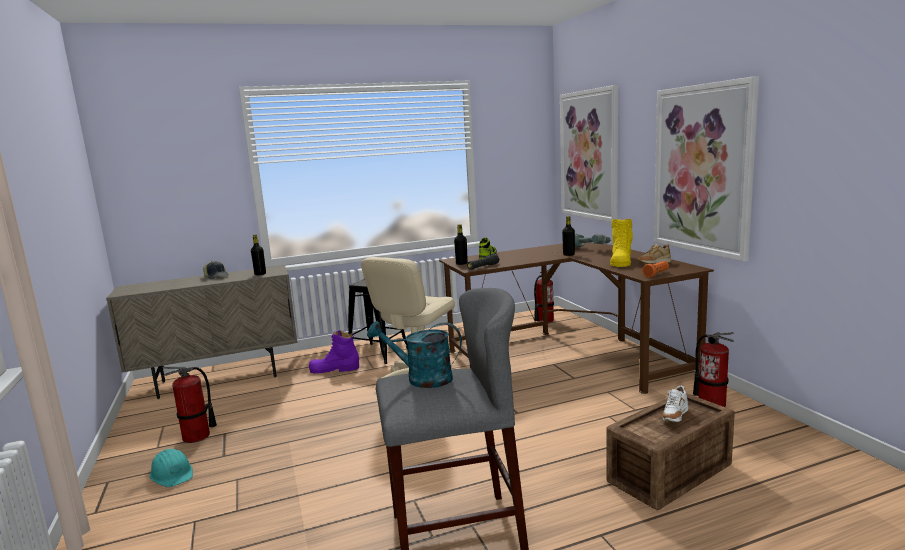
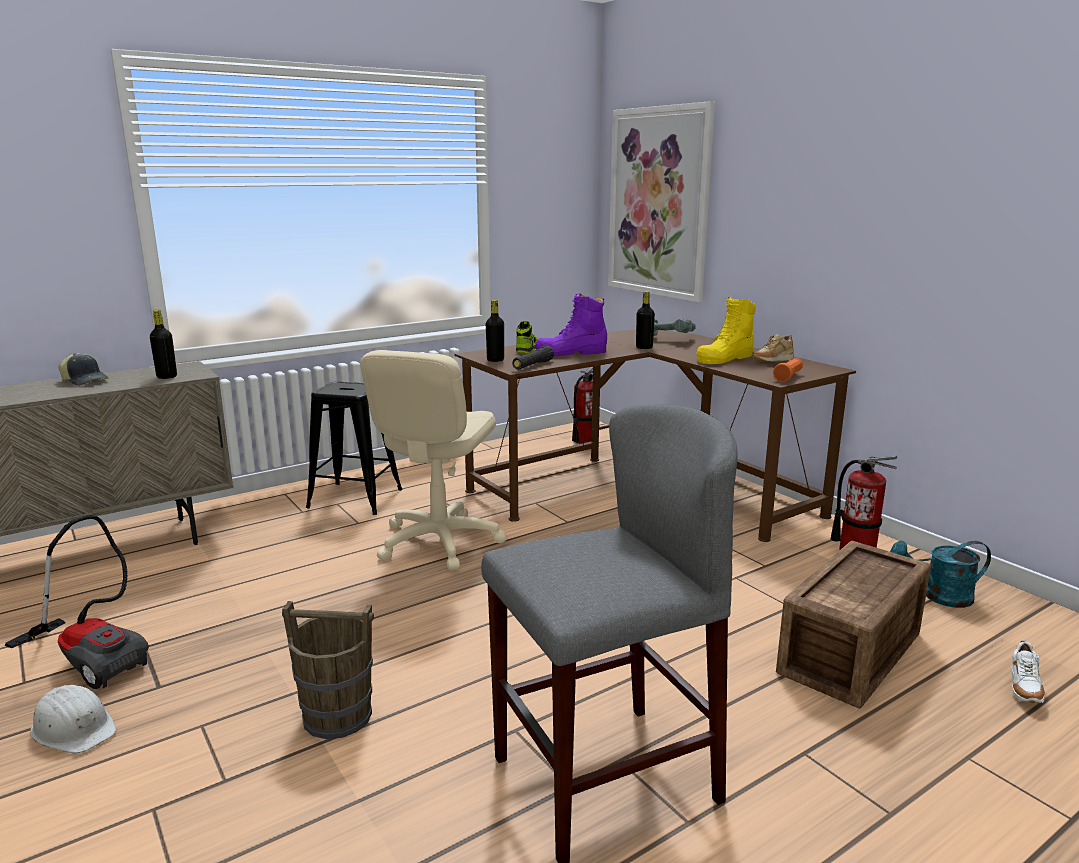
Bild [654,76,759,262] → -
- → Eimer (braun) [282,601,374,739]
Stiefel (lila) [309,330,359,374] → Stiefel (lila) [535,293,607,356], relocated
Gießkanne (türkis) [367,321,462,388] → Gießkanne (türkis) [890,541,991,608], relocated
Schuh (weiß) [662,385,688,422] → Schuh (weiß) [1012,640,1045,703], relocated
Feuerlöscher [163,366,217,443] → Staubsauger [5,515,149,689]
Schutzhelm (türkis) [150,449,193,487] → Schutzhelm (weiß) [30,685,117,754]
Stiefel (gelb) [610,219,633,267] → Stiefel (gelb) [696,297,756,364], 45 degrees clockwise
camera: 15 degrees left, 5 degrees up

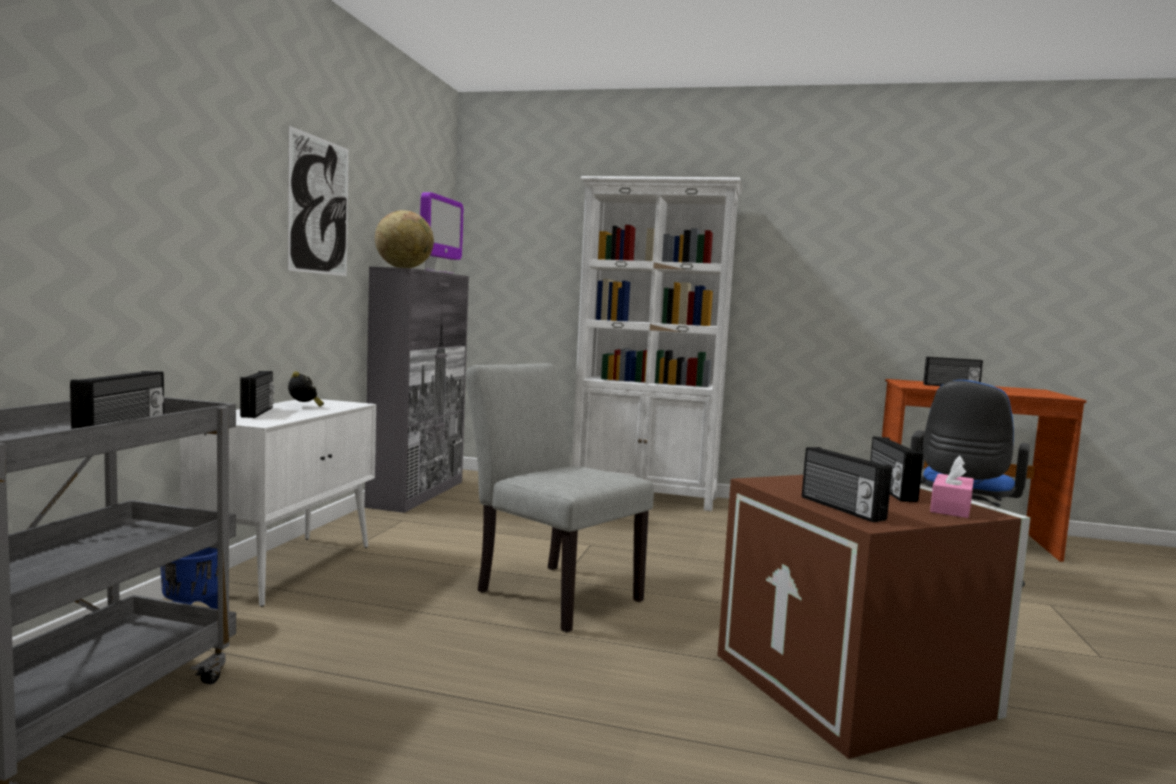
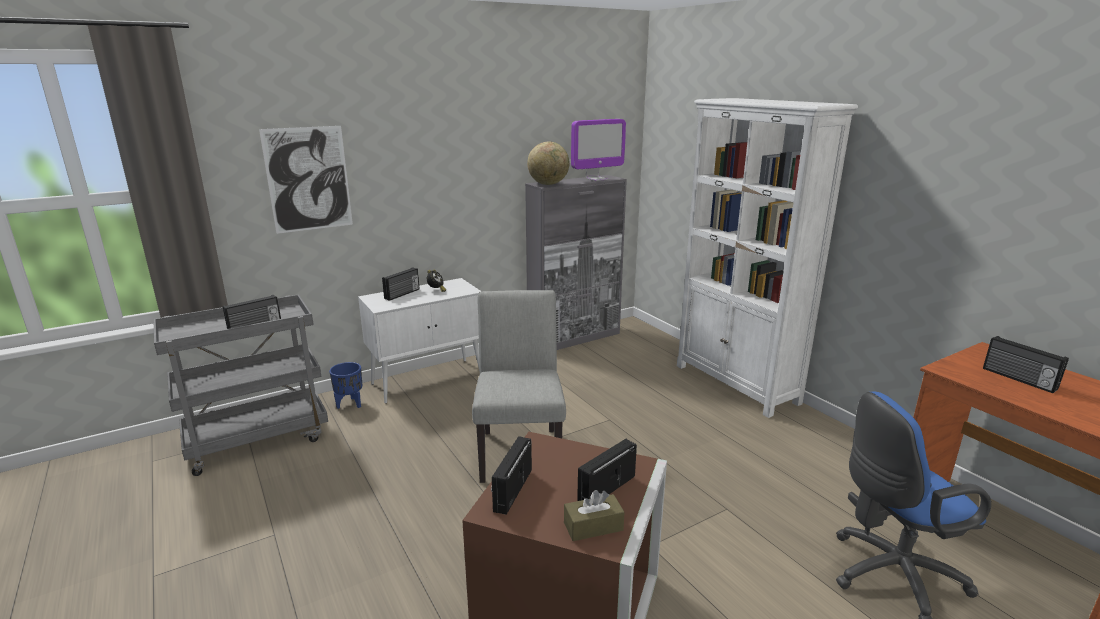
Bild [288,126,349,276] → Bild [259,126,353,234], relocated
Taschentuchbox (rosa) [930,455,974,518] → Taschentuchbox (braun) [564,490,624,541]
camera: 45 degrees right, 15 degrees up

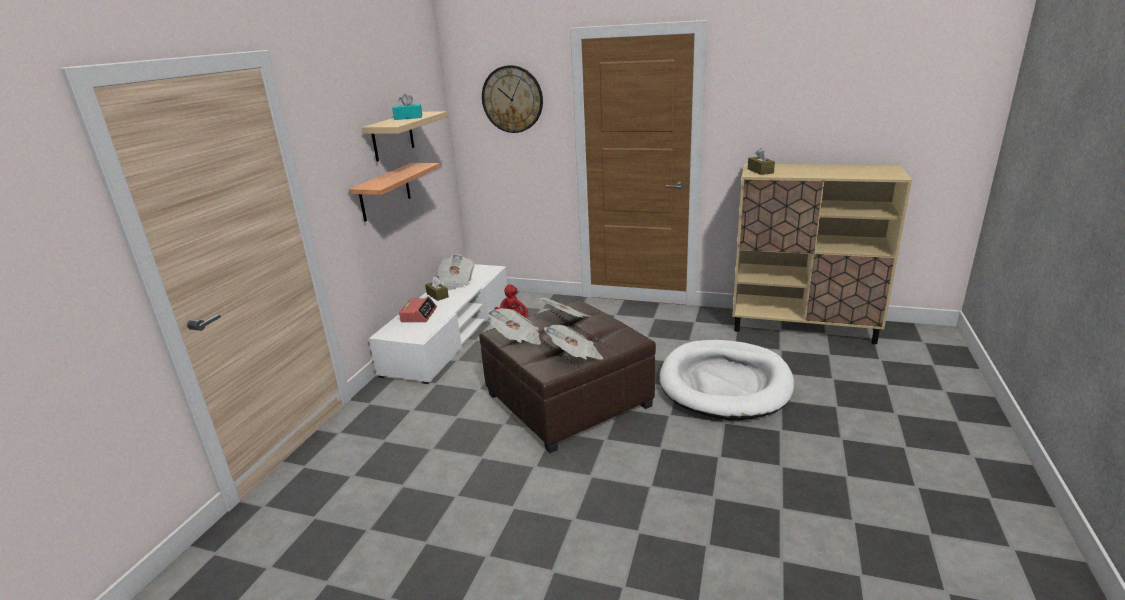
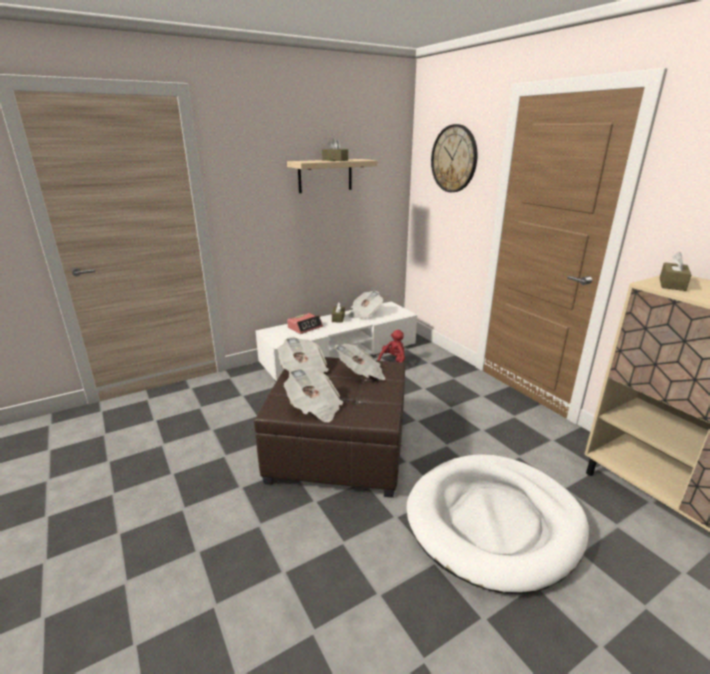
Wandregal [349,163,440,222] → -
Taschentuchbox (türkis) [392,94,422,120] → Taschentuchbox (braun) [322,138,348,161]
camera: 40 degrees right, 0 degrees up

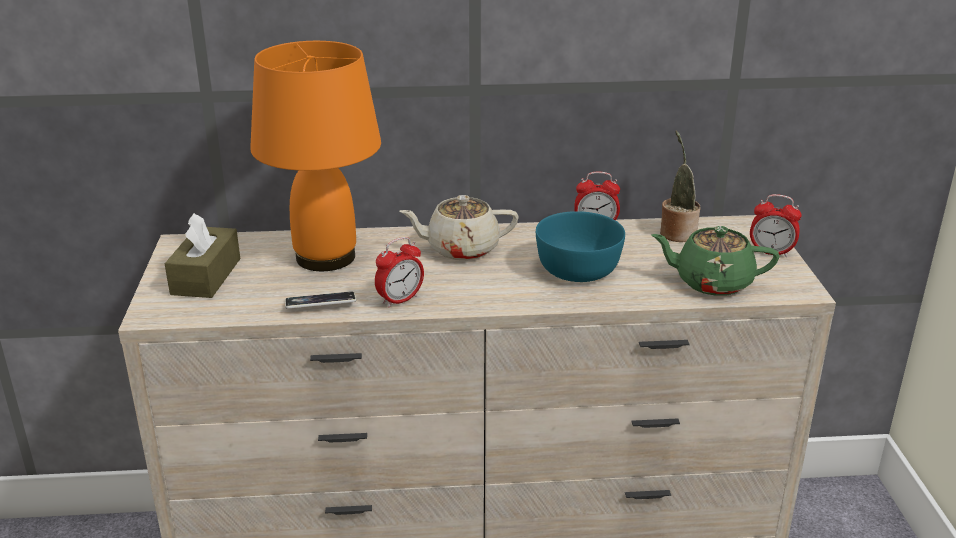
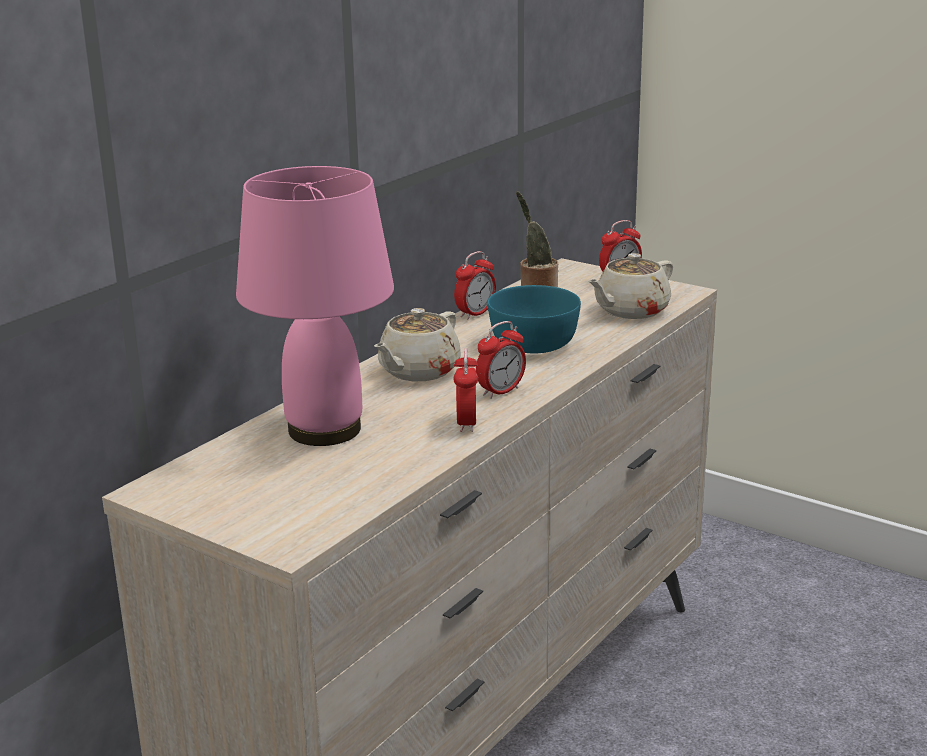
Taschentuchbox (braun) [165,213,240,298] → -
Handy [285,291,356,309] → -
- → Wecker [476,321,526,399]
Tischlampe (orange) [250,41,381,271] → Tischlampe (rosa) [236,166,394,446]
Teekanne (grün) [651,226,779,296] → Teekanne (beige) [588,253,673,319]
camera: 50 degrees left, 5 degrees down

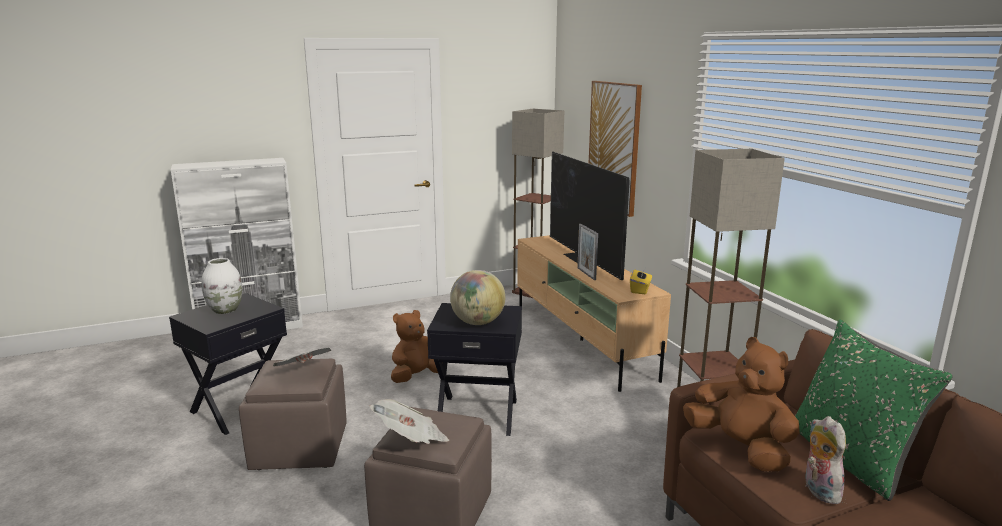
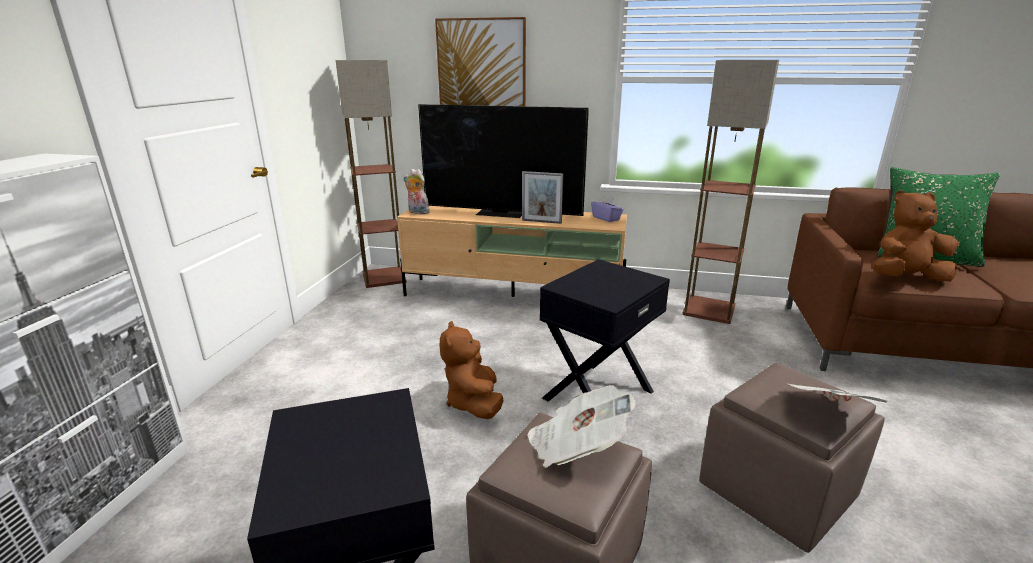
Vase (weiß) [201,258,242,314] → -
Globus [450,270,505,325] → -
Plüschtier [805,416,846,504] → Plüschtier [403,169,431,214], relocated
Taschentuchbox (gelb) [630,267,652,294] → Taschentuchbox (lila) [591,195,624,222]
camera: 55 degrees left, 5 degrees up

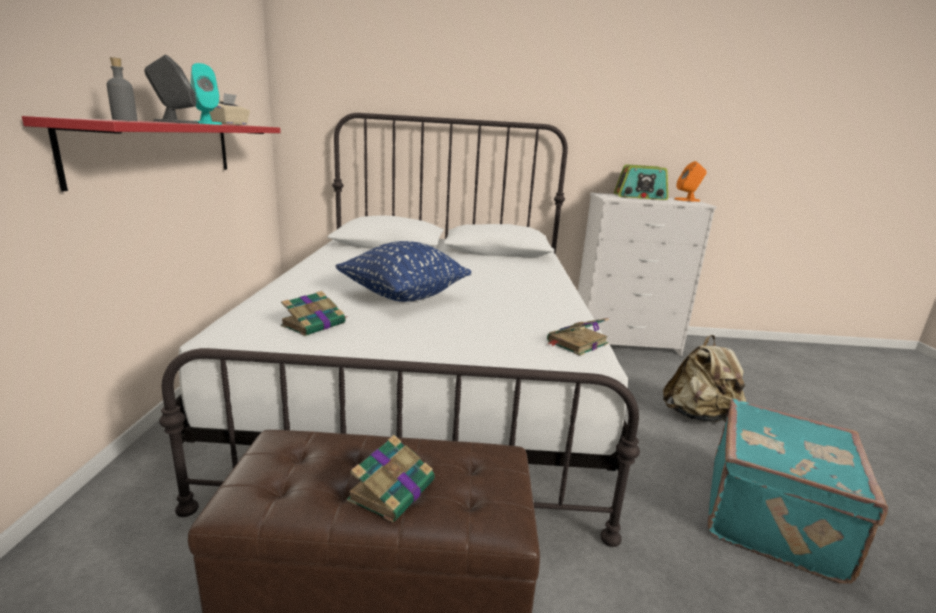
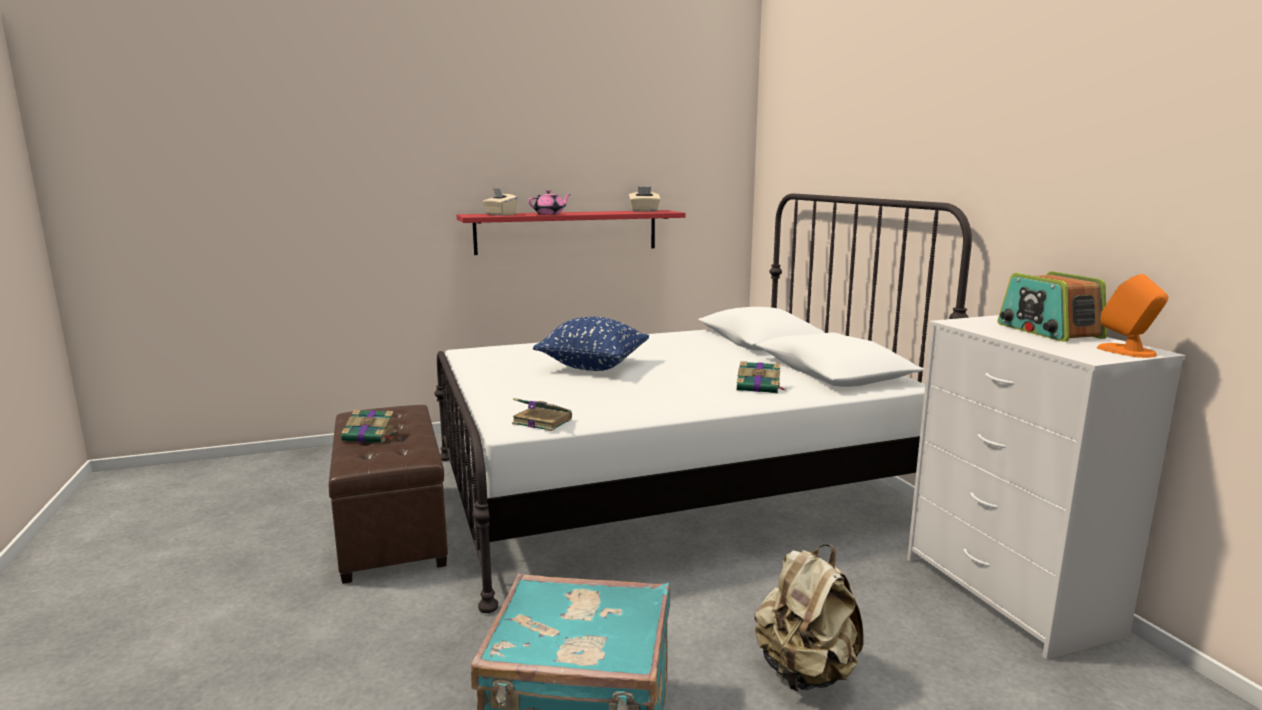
Lautsprecher (türkis) [191,63,222,125] → -
Buch [281,291,346,336] → Buch [736,361,786,393], relocated
Flasche (grau) [106,57,137,121] → Taschentuchbox (beige) [483,188,518,216]
Lautsprecher (grau) [144,55,199,124] → Teekanne (rosa) [528,190,570,214]
camera: 70 degrees right, 5 degrees down

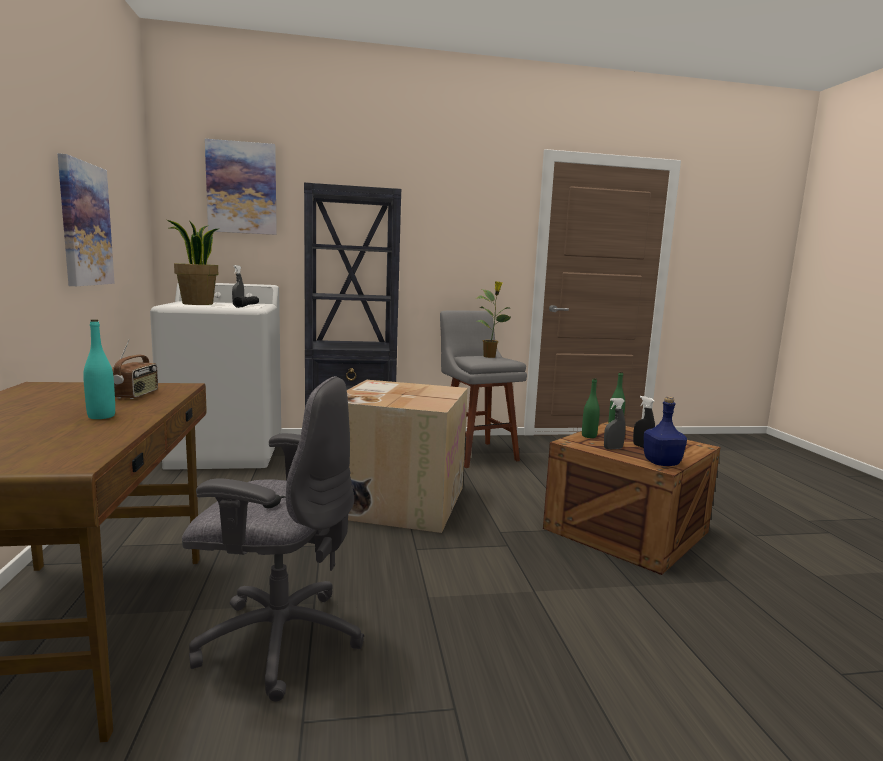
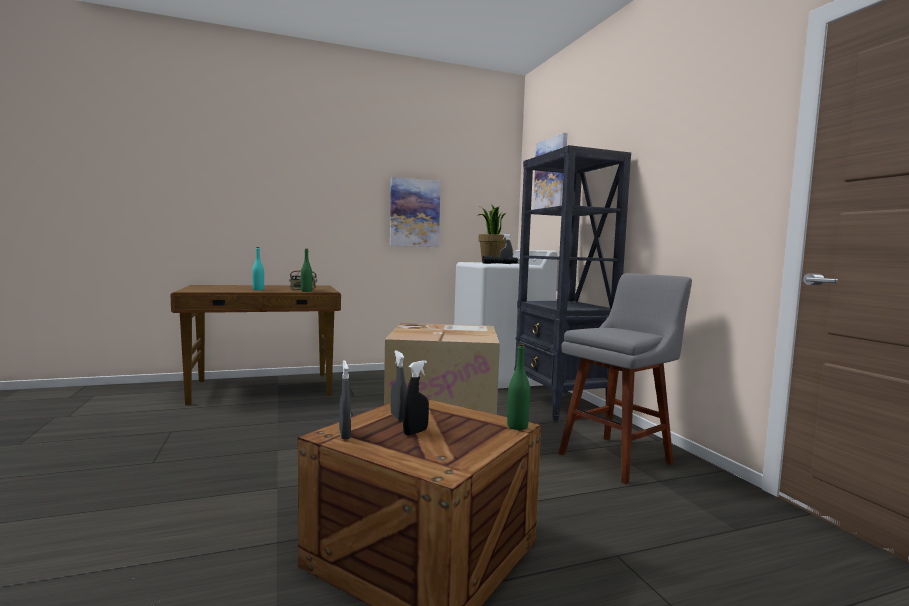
Bürostuhl (grau) [182,376,364,702] → -
Topfpflanze [477,281,511,358] → -
Flasche (grün) [582,378,600,438] → Flasche (grün) [301,249,312,292], relocated
Flasche (blau) [644,396,687,466] → Sprühflasche (grau) [339,360,351,440]
camera: 80 degrees right, 5 degrees down

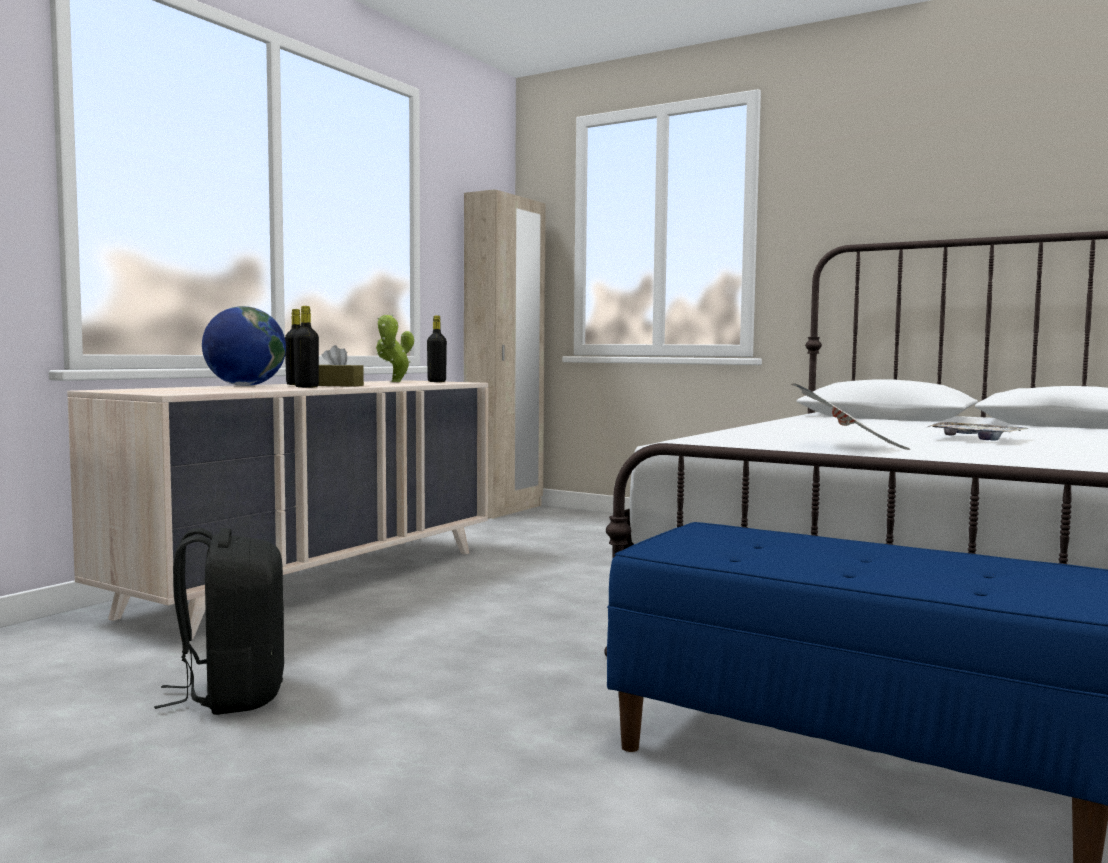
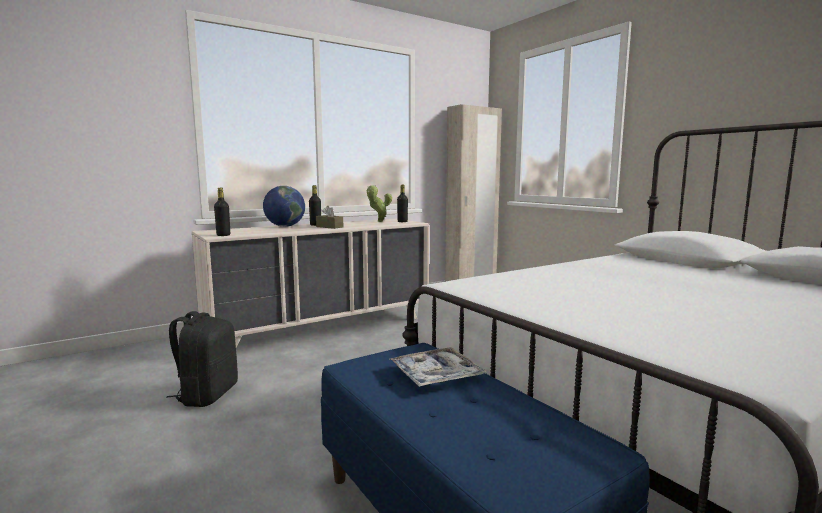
Zeitung [791,383,911,450] → -
Flasche (schwarz) [293,306,319,388] → Flasche (schwarz) [214,188,230,236], relocated
Tablett [928,422,1028,441] → Tablett [391,347,487,387], relocated
camera: 25 degrees right, 5 degrees up

